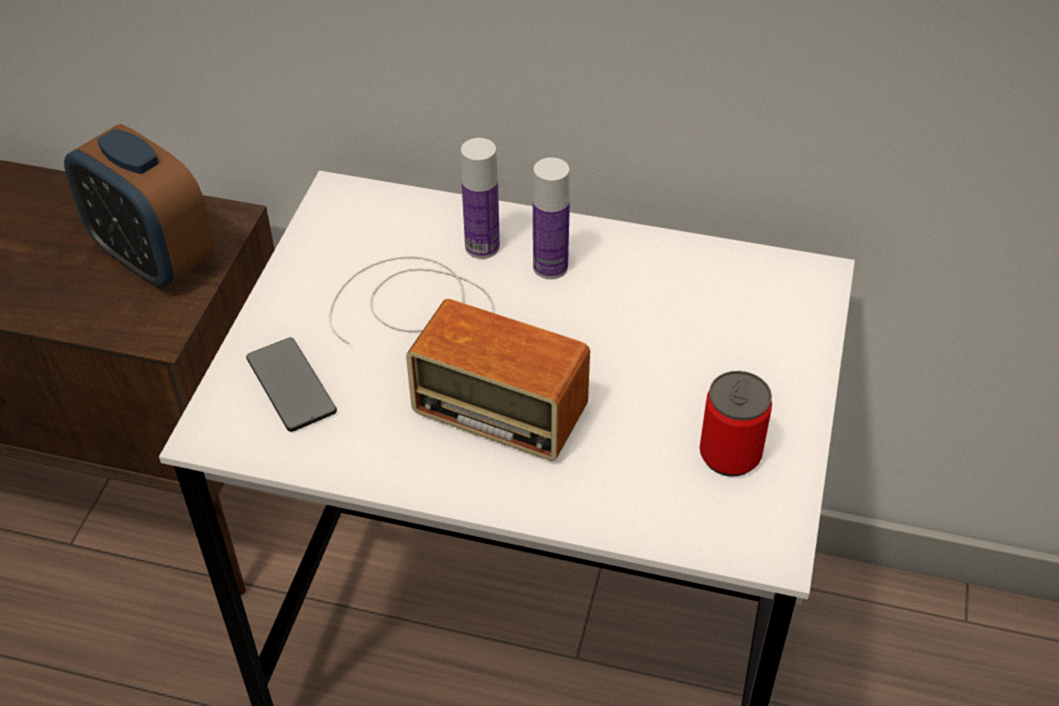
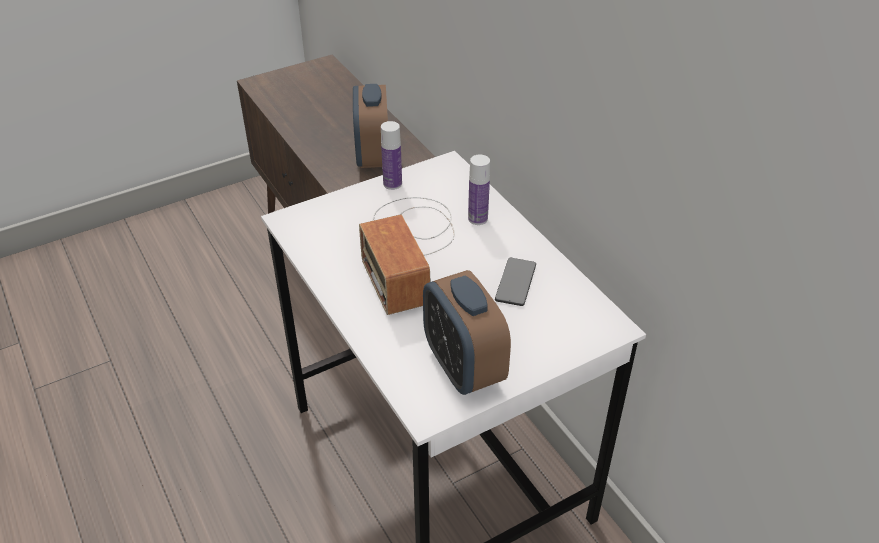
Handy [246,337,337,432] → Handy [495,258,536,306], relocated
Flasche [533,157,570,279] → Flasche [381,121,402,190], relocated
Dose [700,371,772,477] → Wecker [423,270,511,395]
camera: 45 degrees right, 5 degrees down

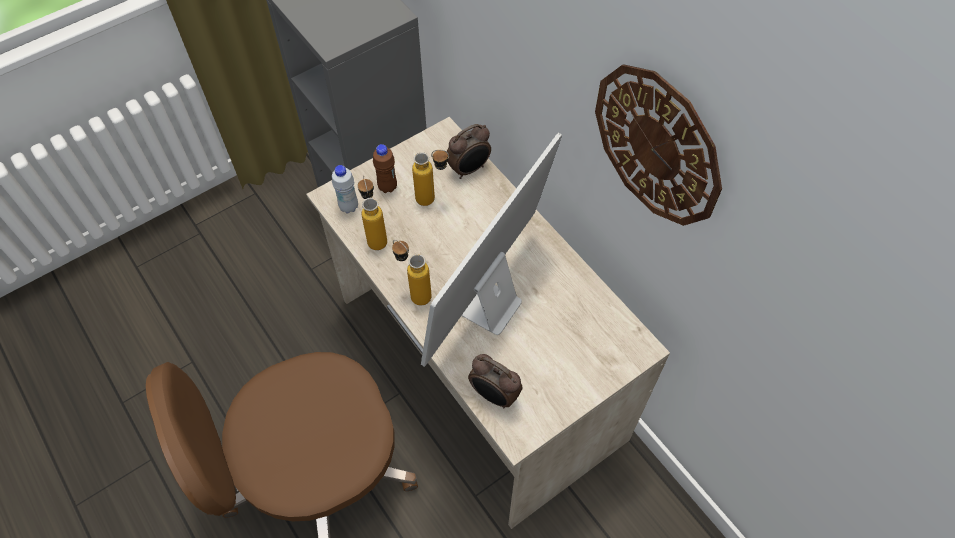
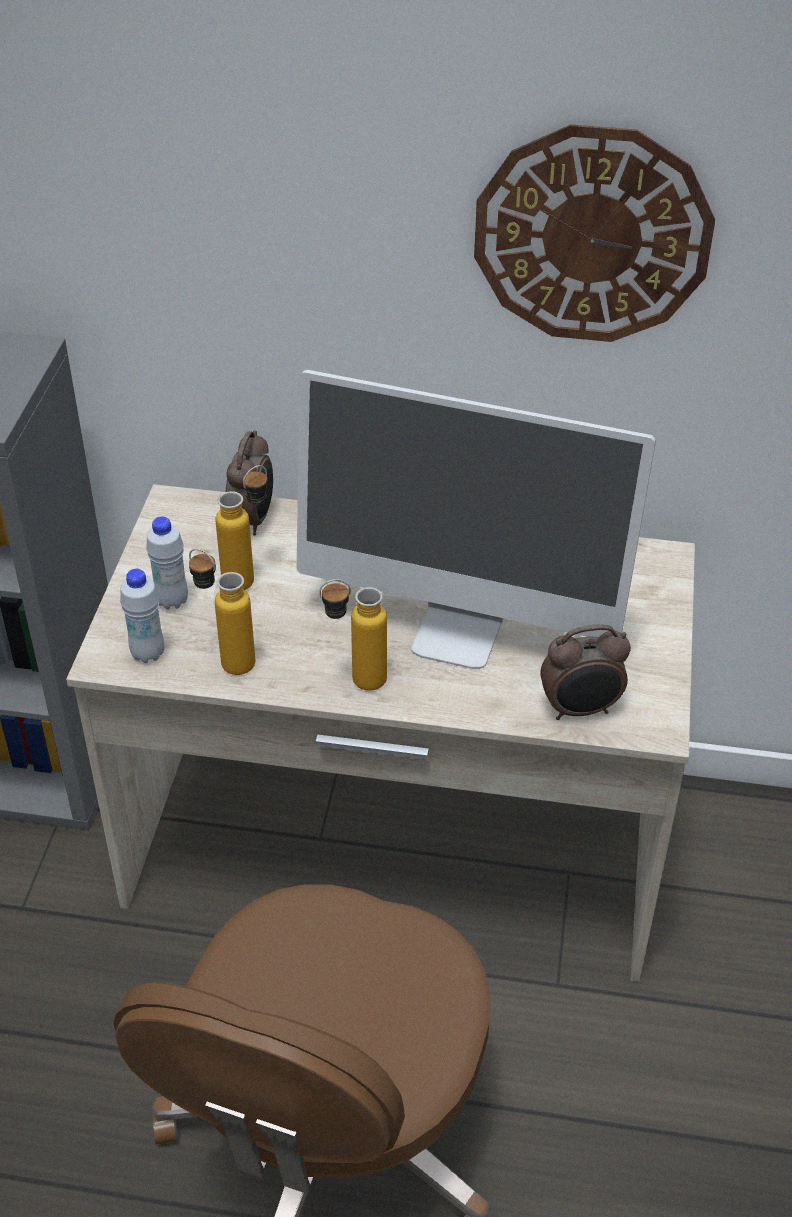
Flasche (braun) [373,144,397,193] → Flasche (weiß) [146,516,188,610]
Monitor [421,133,562,367] → Monitor [297,370,656,669], 60 degrees counterclockwise
camera: 45 degrees left, 15 degrees down

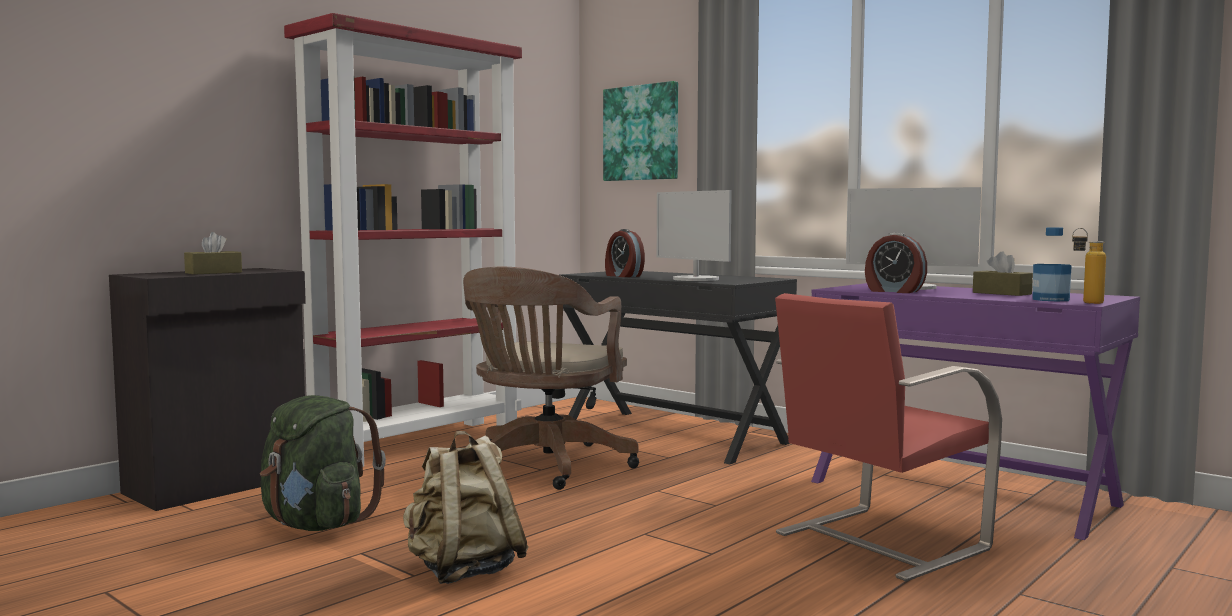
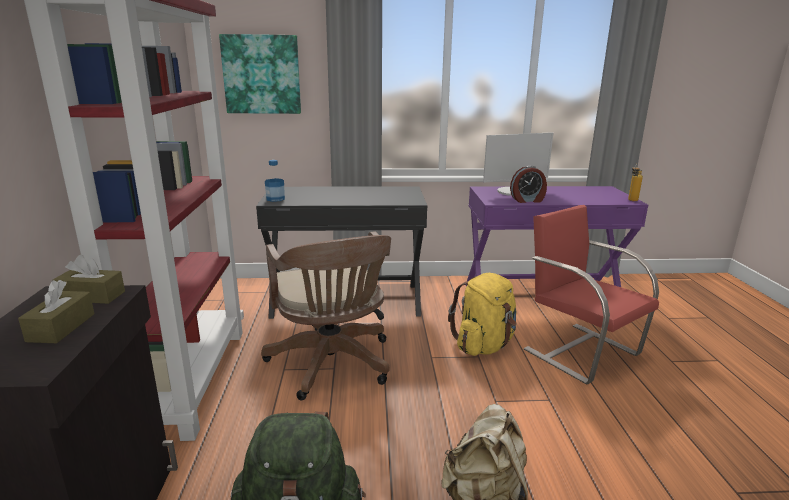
Wecker [605,229,645,277] → -
Monitor [657,190,732,281] → -
- → Rucksack (gelb) [448,273,517,356]
Taschentuchbox (braun) [973,251,1033,296] → Taschentuchbox (braun) [53,255,125,304], relocated
Flasche [1032,227,1072,301] → Flasche [265,160,285,202], relocated
Stuhl (rot) [775,293,1002,582] → Stuhl (rot) [524,205,659,384], 135 degrees clockwise
camera: 45 degrees left, 15 degrees up

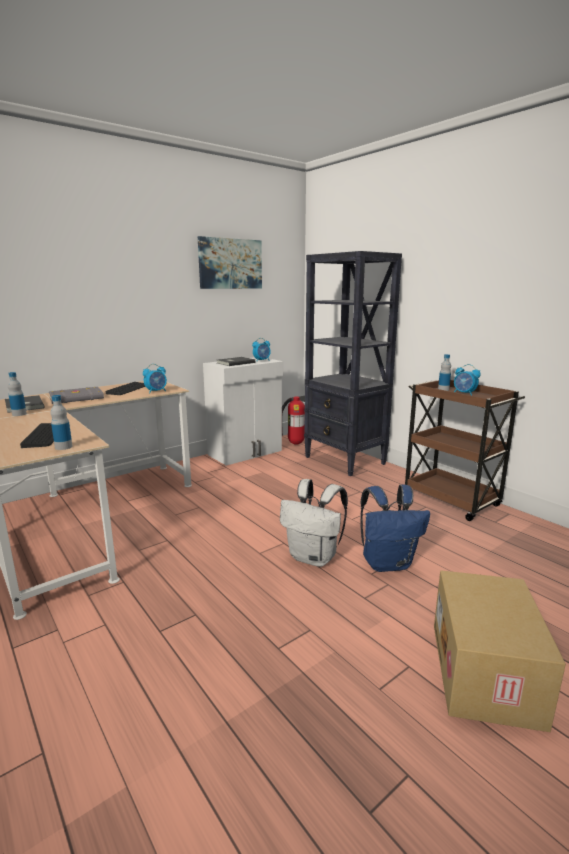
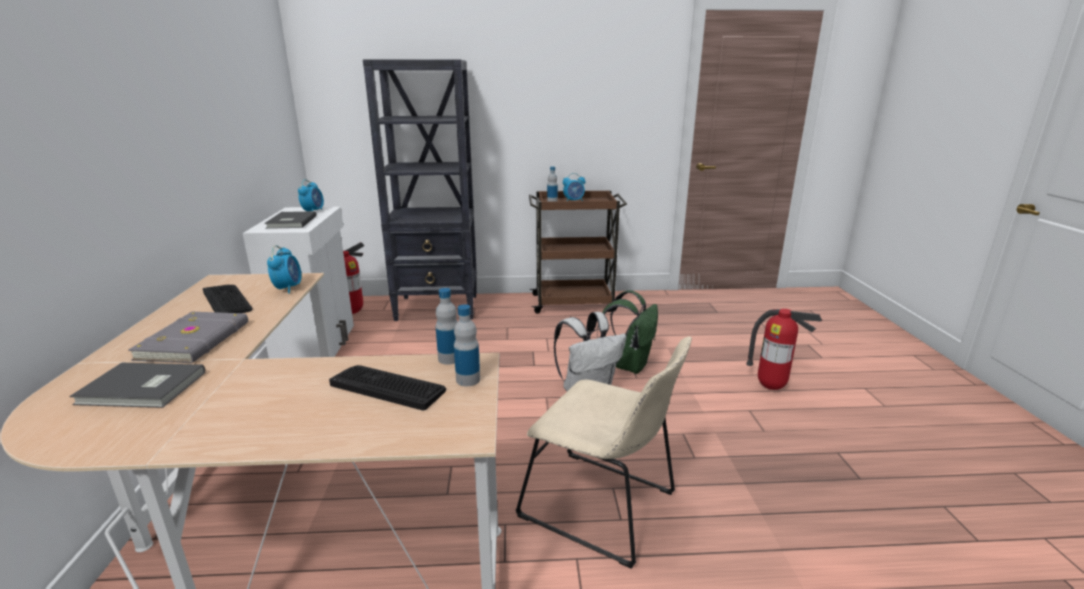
Bild [198,236,262,289] → -
- → Stuhl (beige) [516,336,692,569]
Flasche [8,372,27,416] → Flasche [435,288,458,364], relocated
Karton [434,570,566,732] → Feuerlöscher [746,309,822,390]
Rucksack (blau) [361,485,430,572] → Rucksack (grün) [597,290,658,374]
camera: 55 degrees left, 5 degrees up

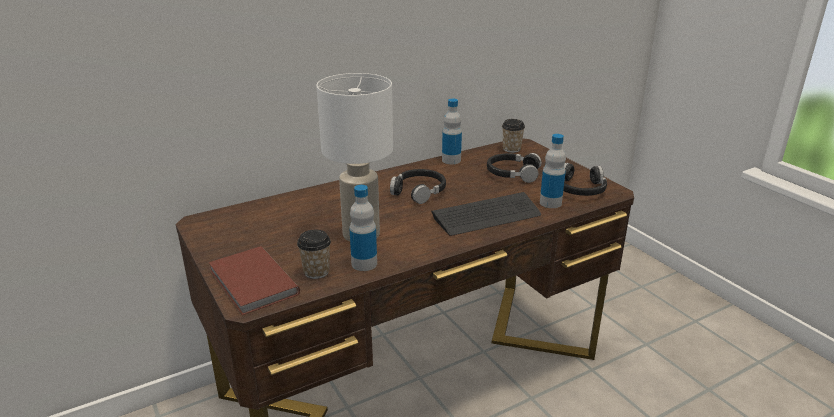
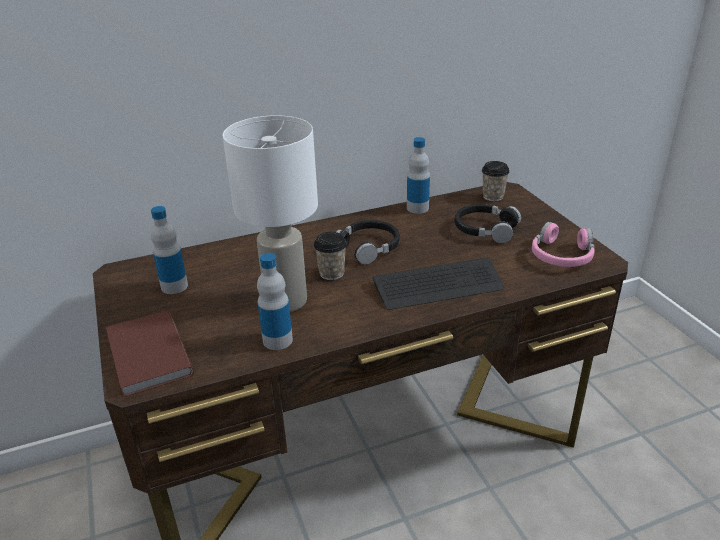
Tasse [297,230,331,279] → Tasse [314,232,347,280], relocated
Flasche [540,134,566,208] → Flasche [151,206,188,294], relocated
Kopfhörer (schwarz) [563,163,607,196] → Kopfhörer (rosa) [532,222,595,267]
camera: 10 degrees right, 5 degrees up

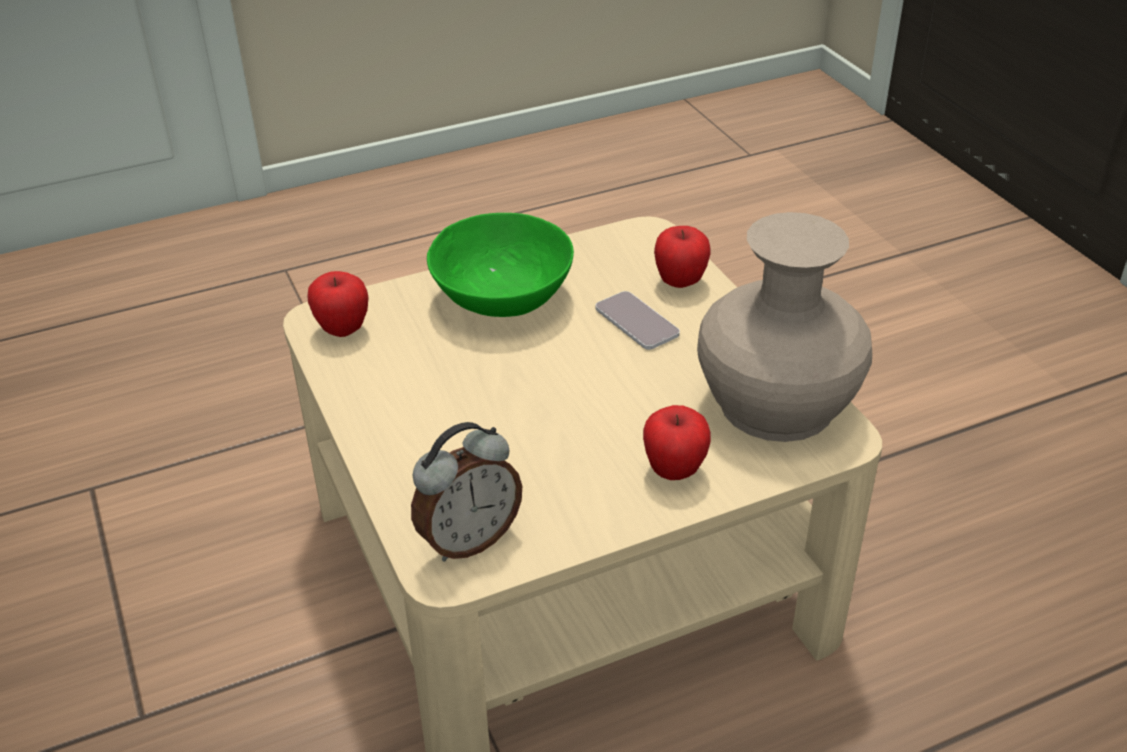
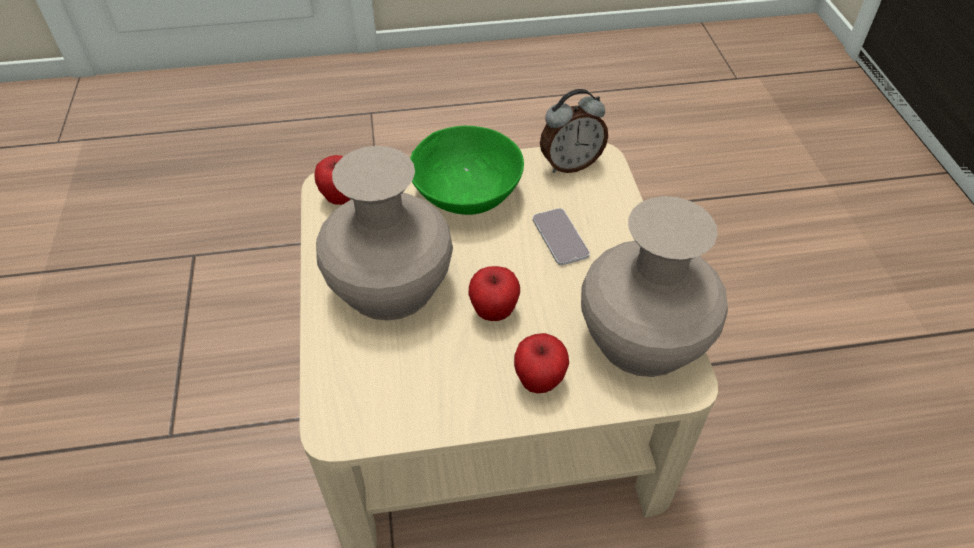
- → Vase (beige) [316,146,453,321]
Wecker [411,422,522,562] → Wecker [540,89,608,173], relocated
Apfel [654,226,710,288] → Apfel [468,266,520,321], relocated
camera: 15 degrees right, 10 degrees up

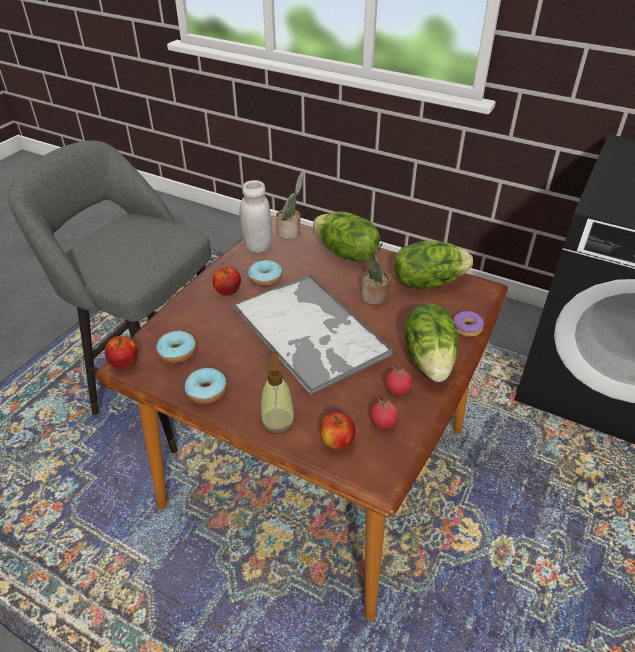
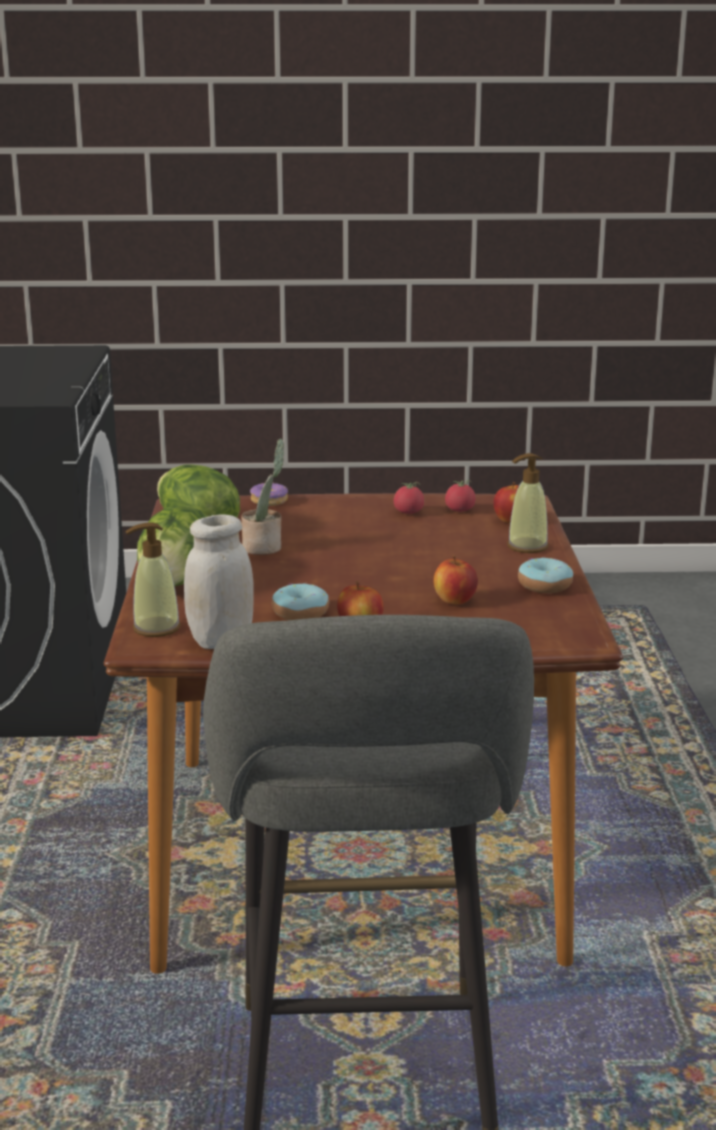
Donut [156,330,196,363] → -
Tablett [234,273,393,395] → -
Salatkopf [405,303,458,382] → -
Apfel [105,336,138,369] → Apfel [433,555,478,605], relocated
Topfpflanze [276,172,304,240] → Seifenspender [125,522,181,637]
camera: 120 degrees left, 20 degrees down

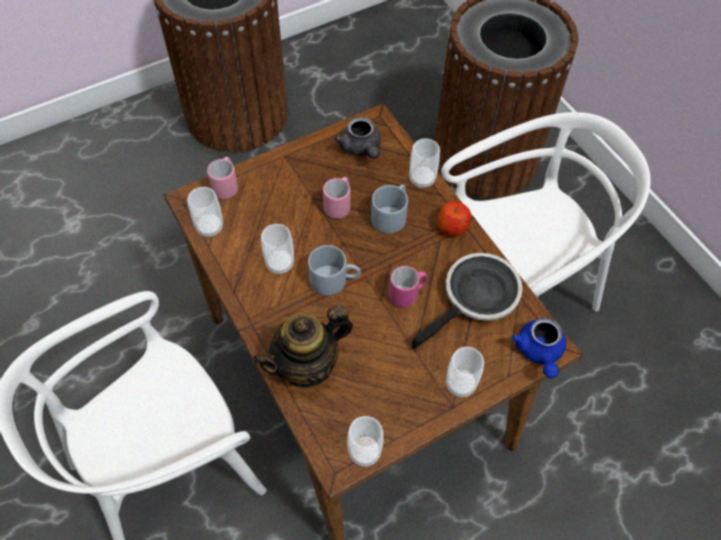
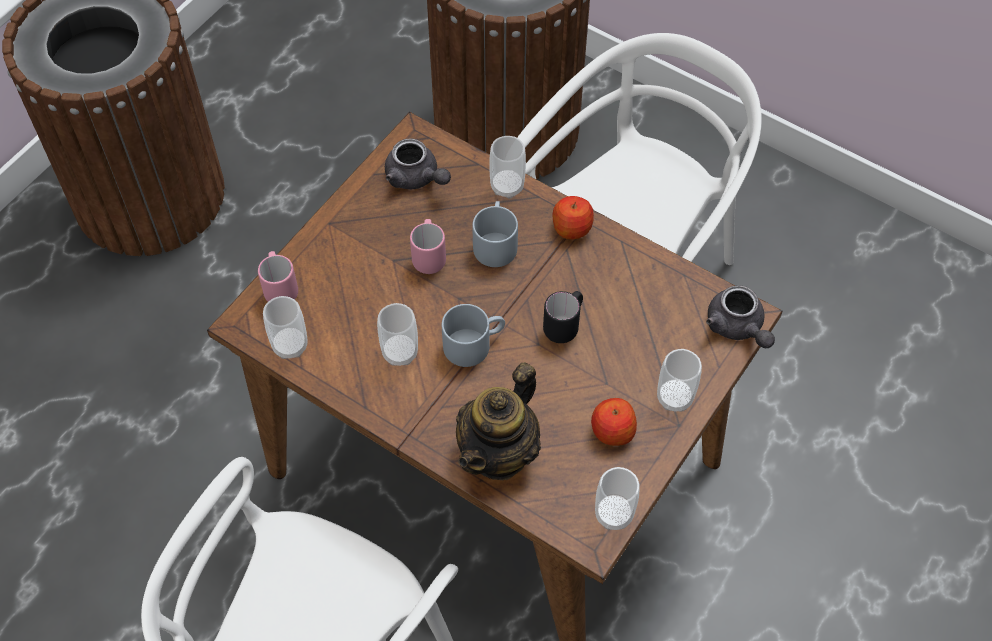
Pfanne [412,253,523,349] → -
- → Apfel [591,398,637,446]
Henkelbecher (rosa) [389,266,428,308] → Henkelbecher (schwarz) [543,291,583,343]
Teekanne (blau) [511,318,566,379] → Teekanne (grau) [706,285,775,348]
camera: 25 degrees left, 0 degrees up

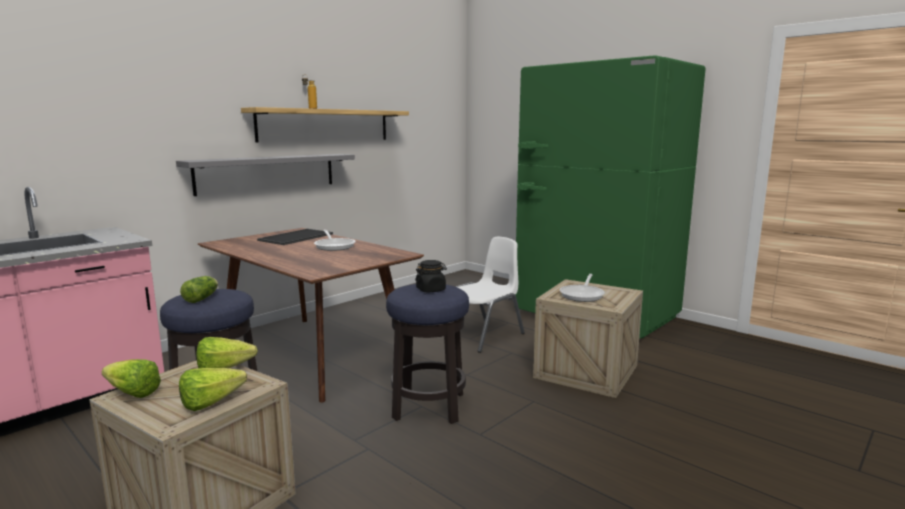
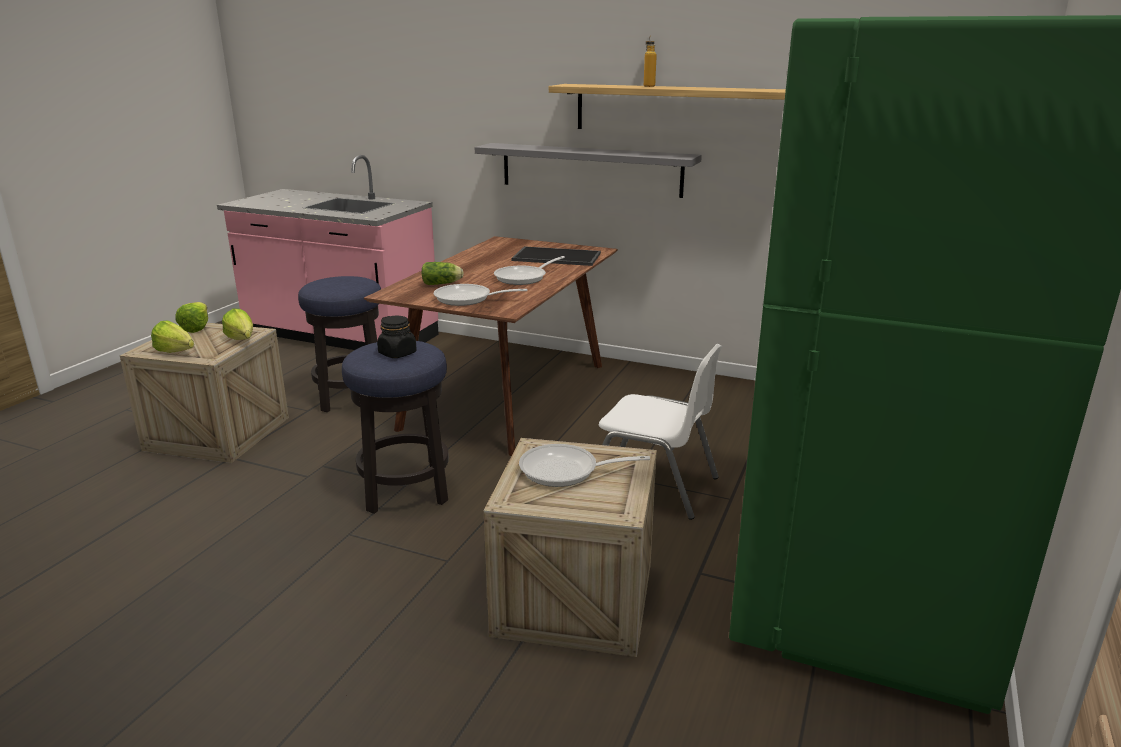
- → Pfanne [434,284,527,306]
Salatkopf [180,276,218,303] → Salatkopf [421,262,464,285], relocated
camera: 70 degrees right, 10 degrees up

